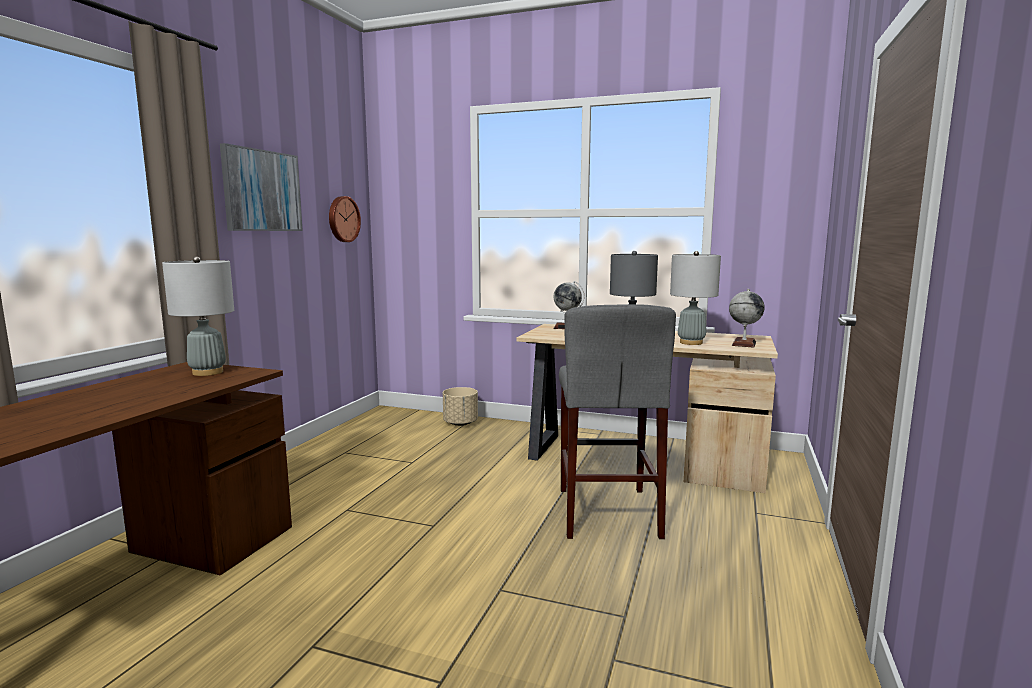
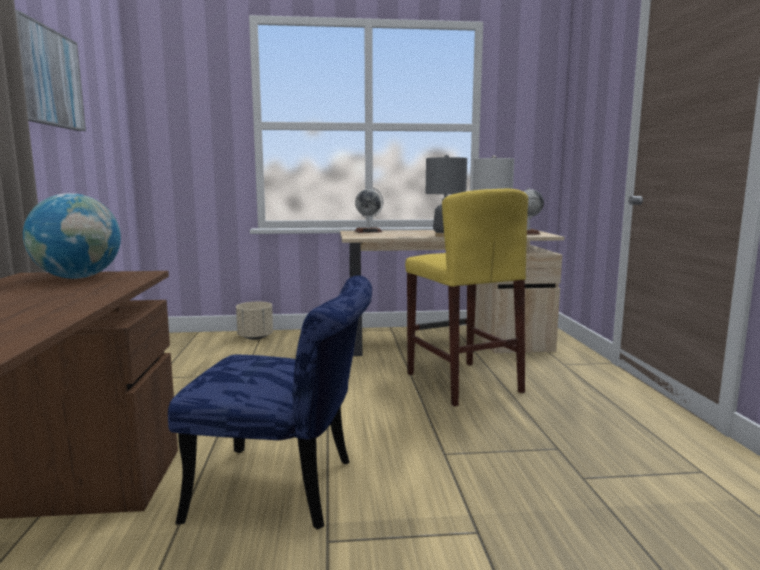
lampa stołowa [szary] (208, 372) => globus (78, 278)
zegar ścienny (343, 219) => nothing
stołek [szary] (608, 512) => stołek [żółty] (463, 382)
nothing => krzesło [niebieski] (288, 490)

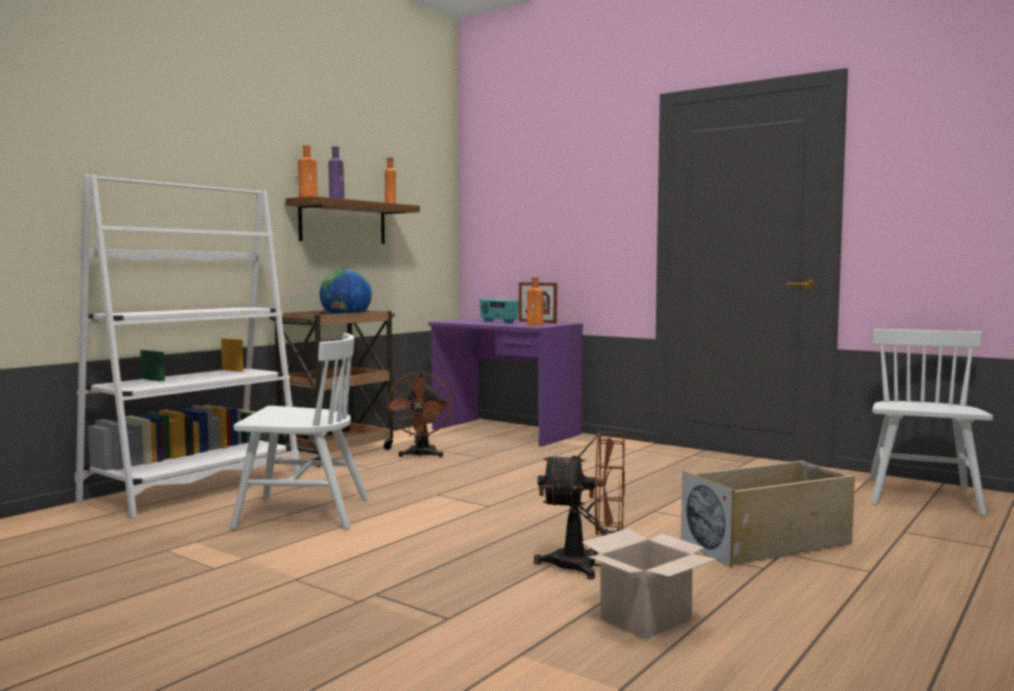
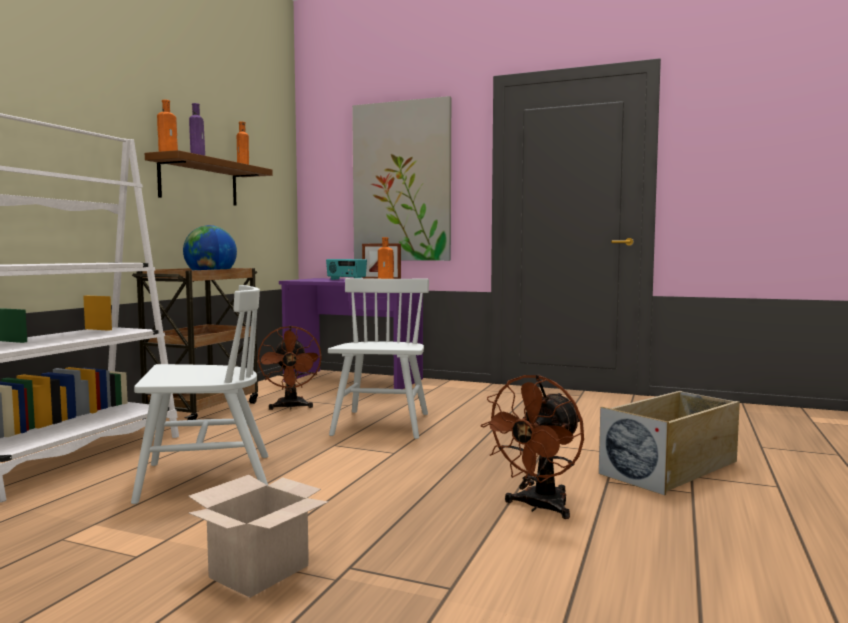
wentylator [brązowy] (587, 565) => wentylator [brązowy] (538, 507), 135 degrees clockwise
karton (645, 620) => karton (258, 573), moved
krzesło [biały] (922, 496) => krzesło [biały] (382, 424), moved
nothing => obraz (401, 182)

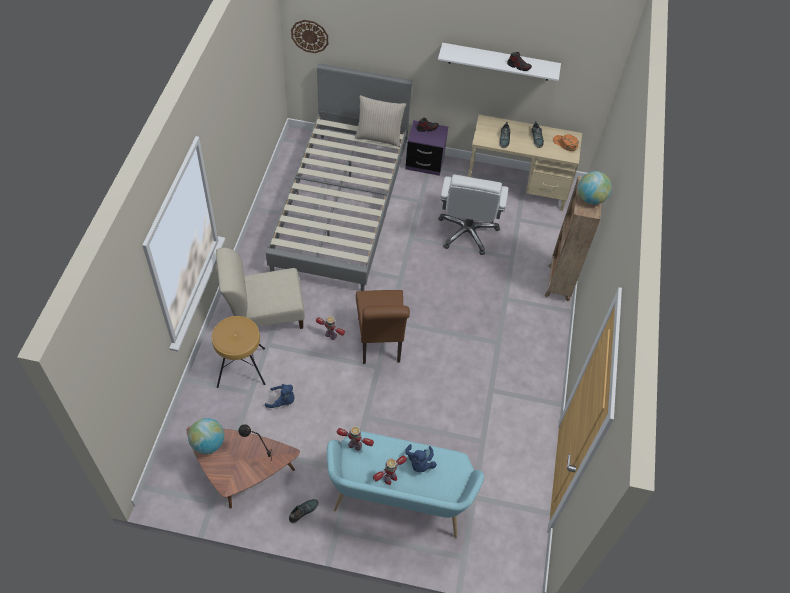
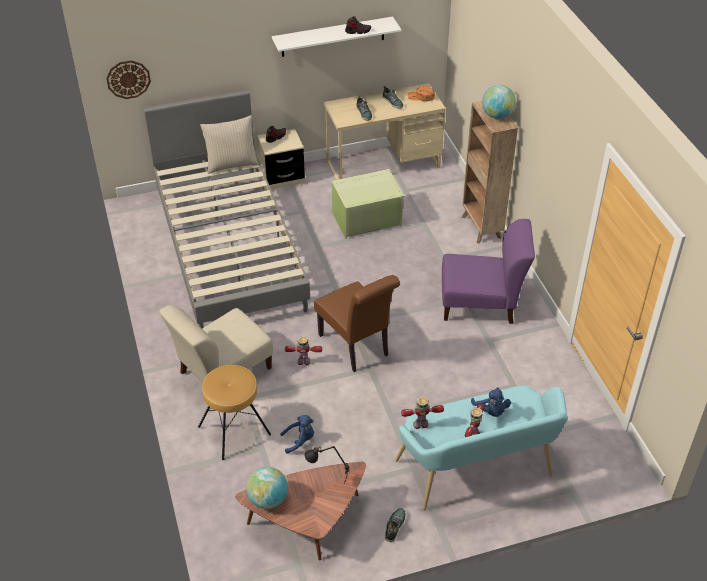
szafka nocna [fioletowy] (424, 163) => szafka nocna [beżowy] (282, 177)
krzesło biurowe [biały] (467, 232) => pojemnik do przechowywania [zielony] (367, 219)
nothing => krzesło [fioletowy] (481, 304)

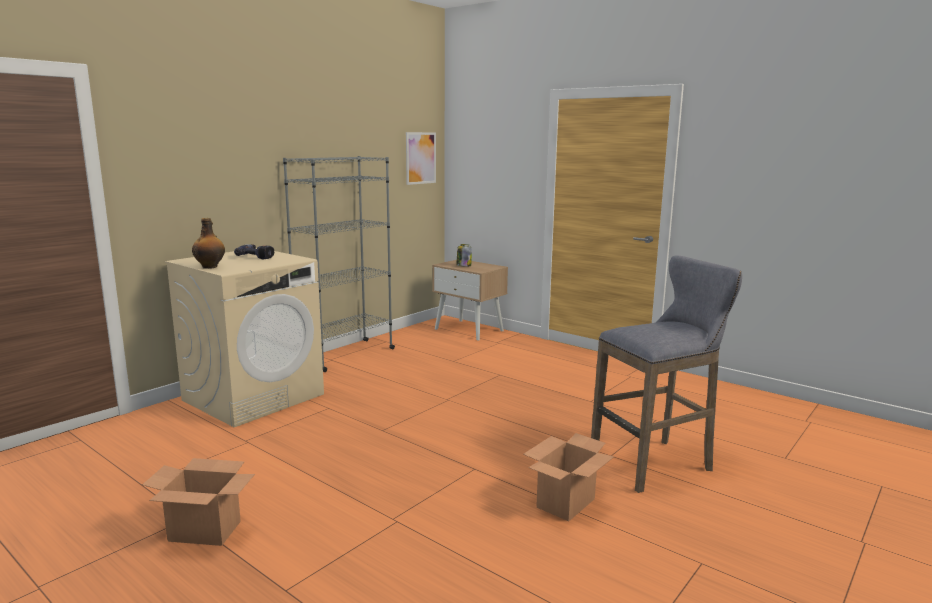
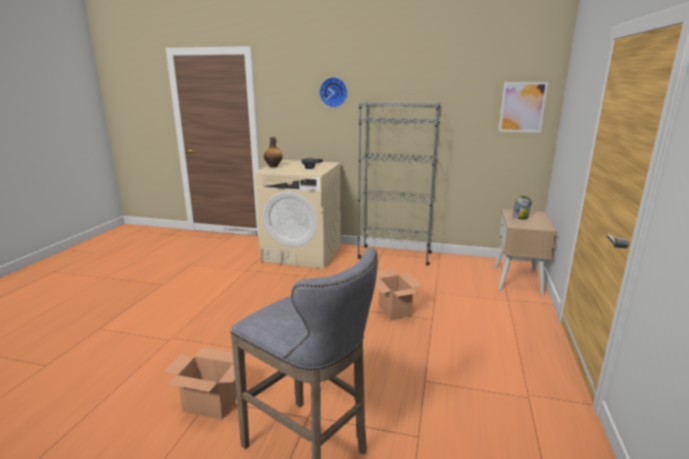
karton (205, 531) => karton (395, 310), moved
nothing => zegar ścienny (334, 92)

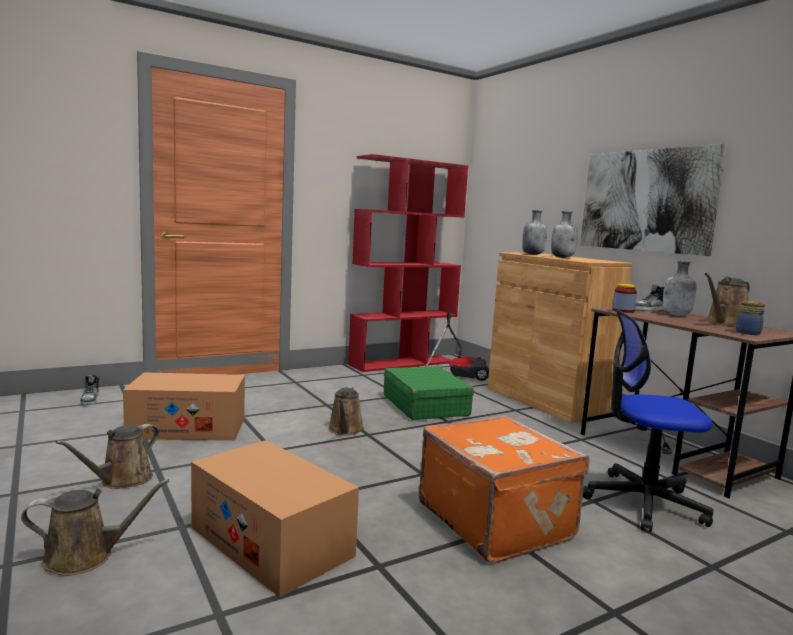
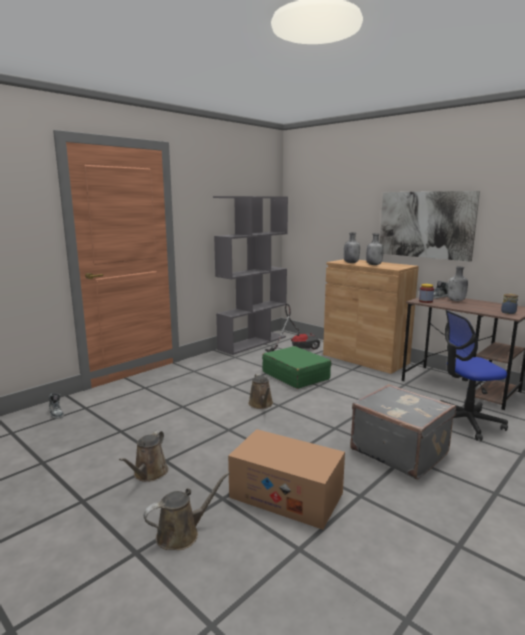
karton (187, 428) => nothing
regał [czerwony] (402, 363) => regał [szary] (253, 343)
walizka [pomarańczowy] (496, 520) => walizka [szary] (399, 451)
konewka [brązowy] (725, 323) => nothing

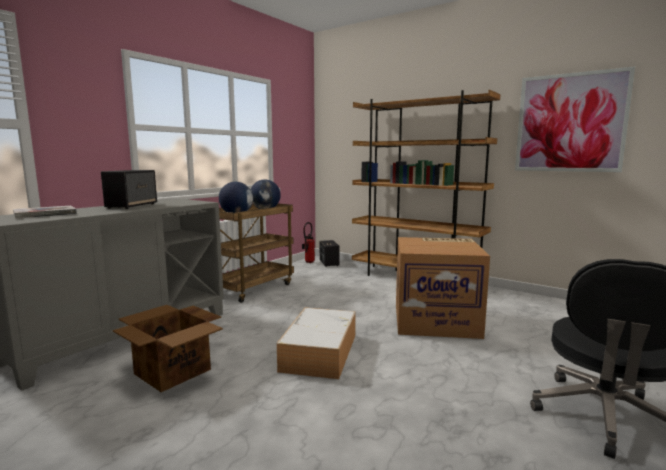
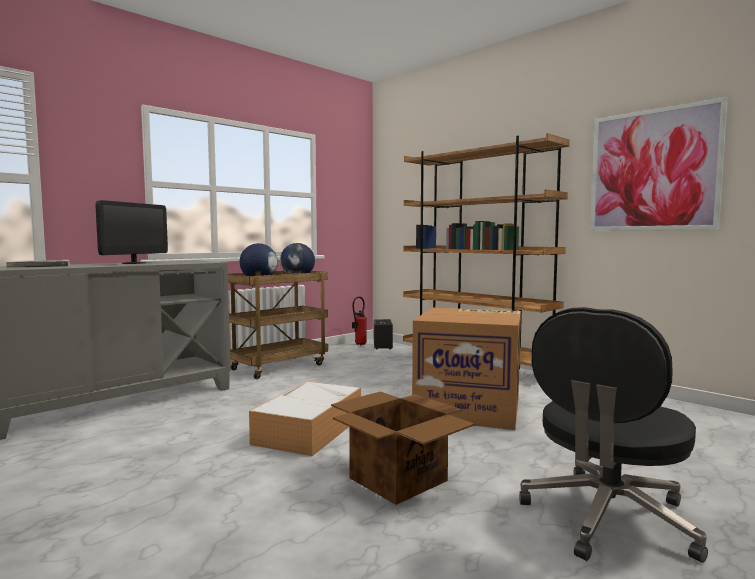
głośnik (132, 206) => monitor (134, 263)
karton (173, 372) => karton (398, 480), moved

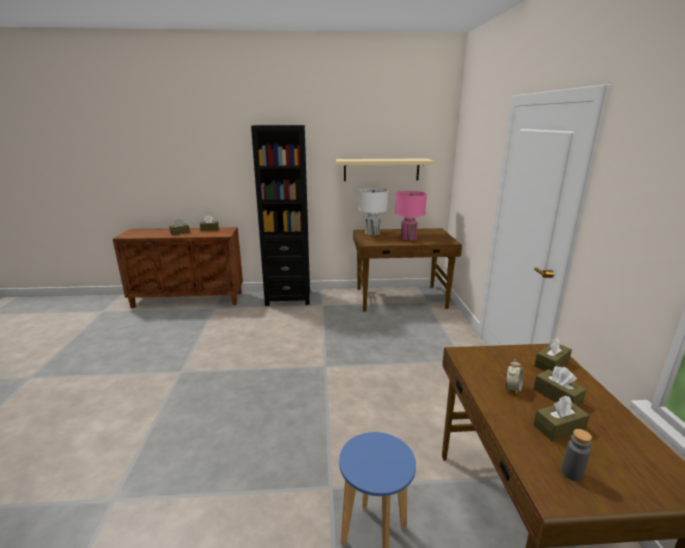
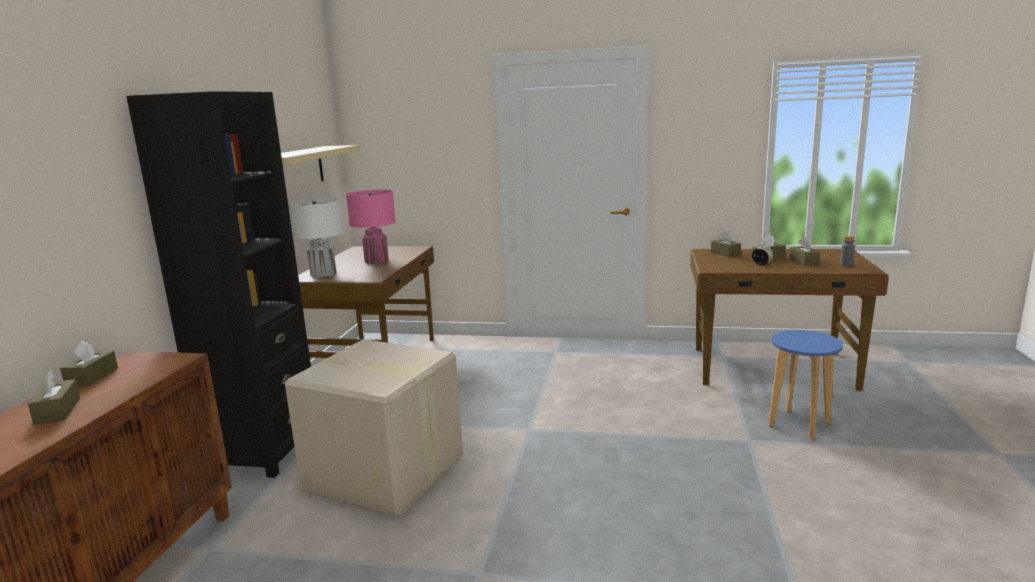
nothing => karton (385, 475)

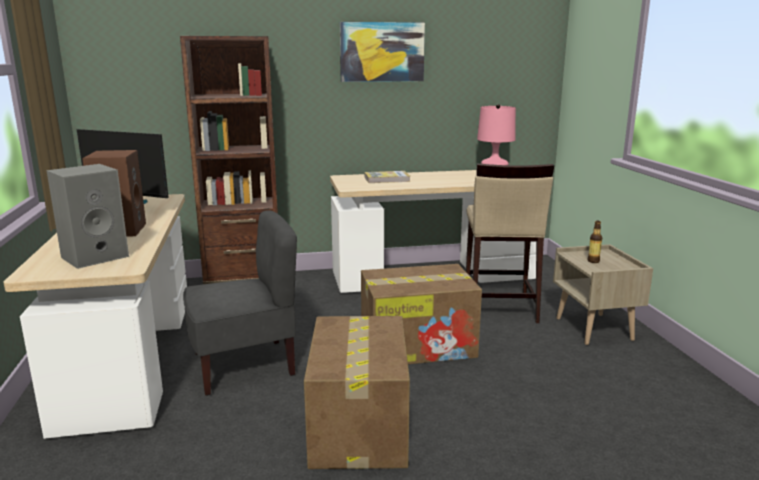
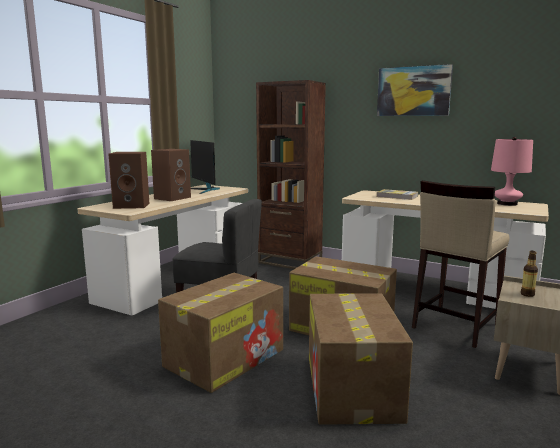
głośnik [szary] (96, 256) => głośnik [brązowy] (132, 205)
nothing => karton (352, 389)

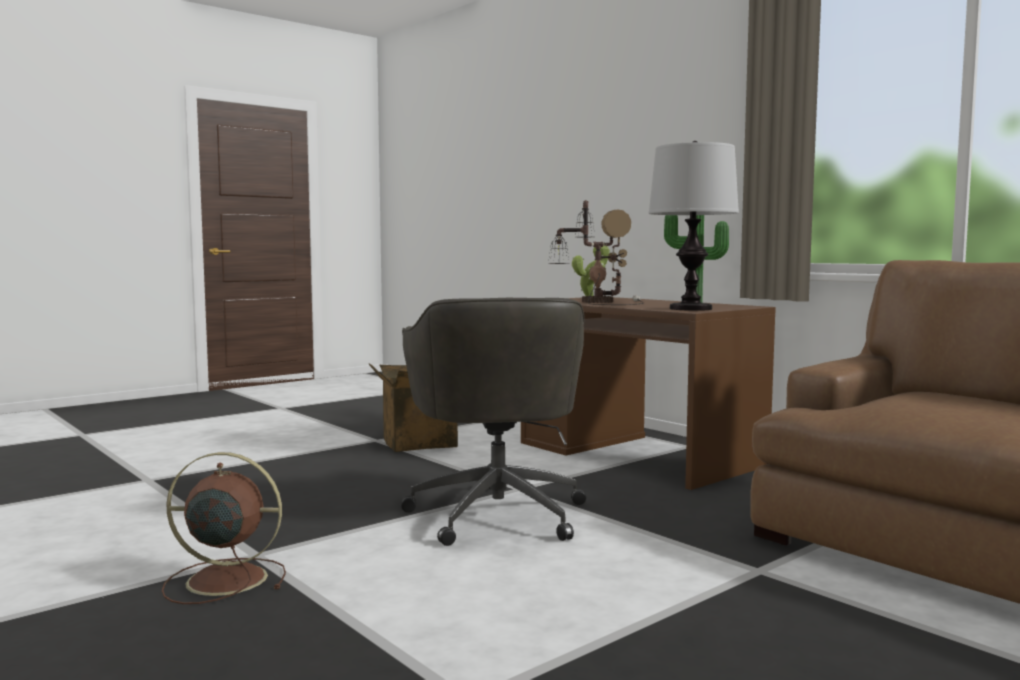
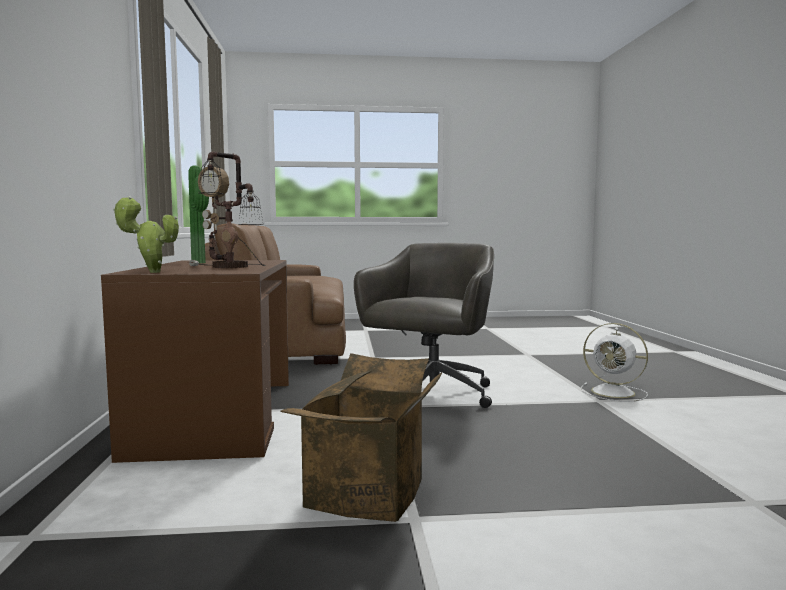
wentylator [brązowy] (223, 580) => wentylator [biały] (615, 392)
lampa stołowa (691, 309) => nothing

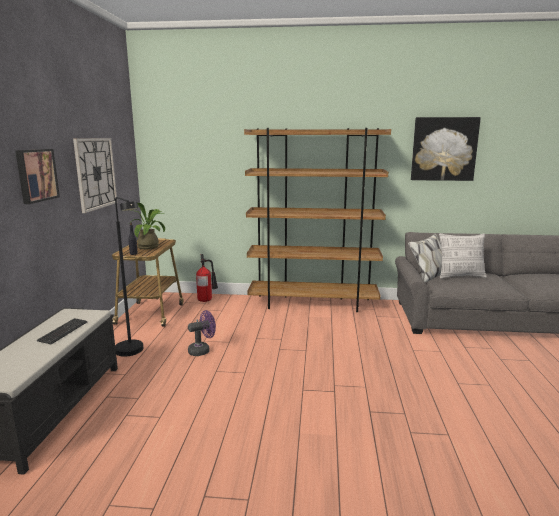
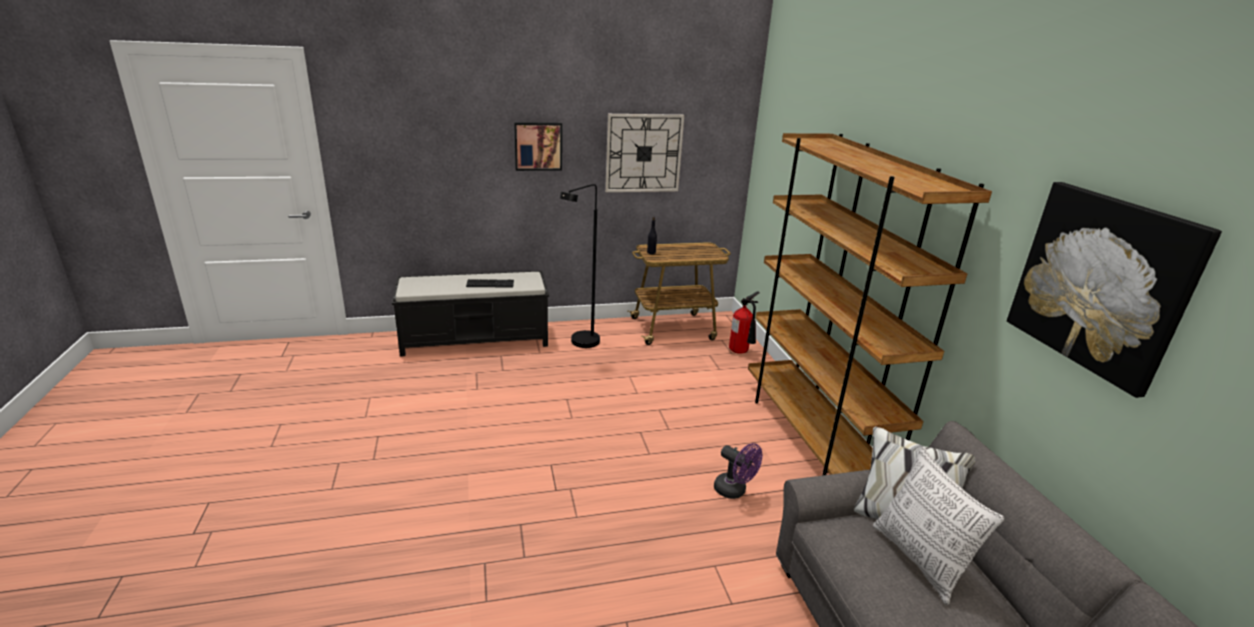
roślina doniczkowa (150, 246) => nothing
wentylator [fioletowy] (202, 350) => wentylator [fioletowy] (734, 491), moved

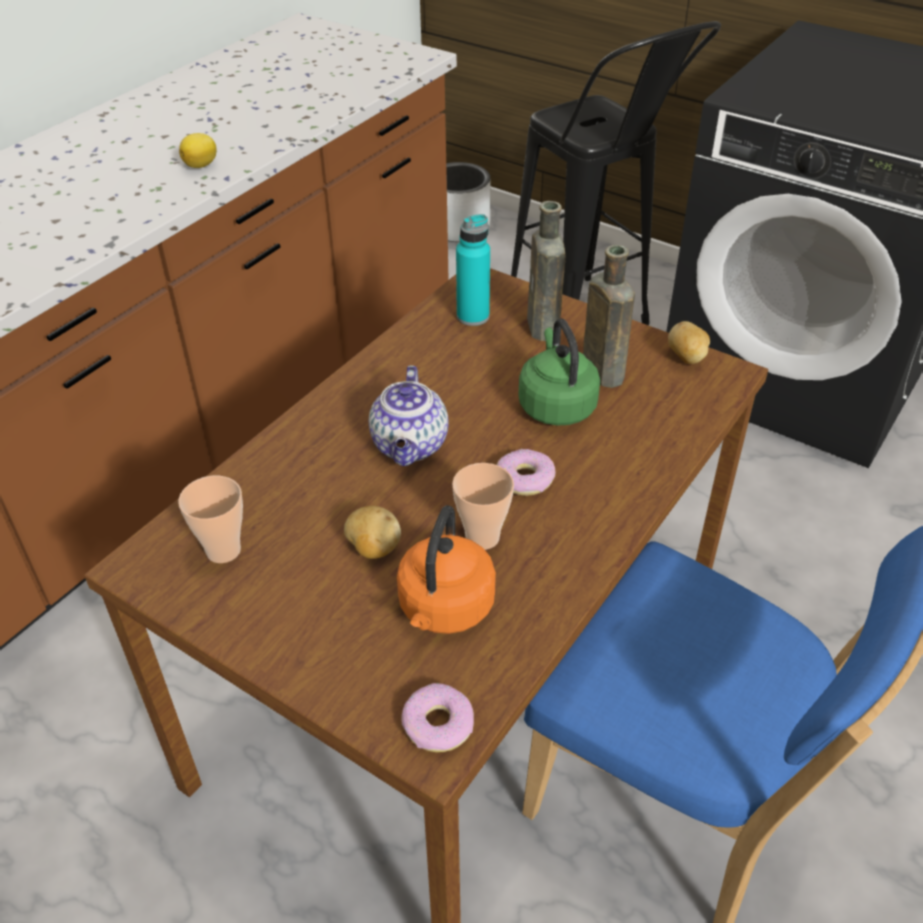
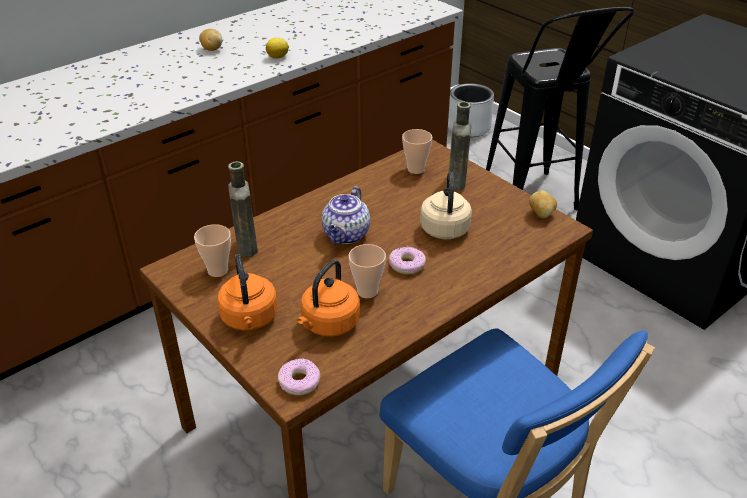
ziemniak (373, 548) => ziemniak (211, 49), moved
butelka [turkusowy] (473, 316) => filiżanka (416, 169)
czajnik [zielony] (556, 405) => czajnik [beżowy] (444, 227)
butelka [brązowy] (600, 370) => butelka [brązowy] (246, 245), moved
nothing => czajnik [pomarańczowy] (249, 319)

